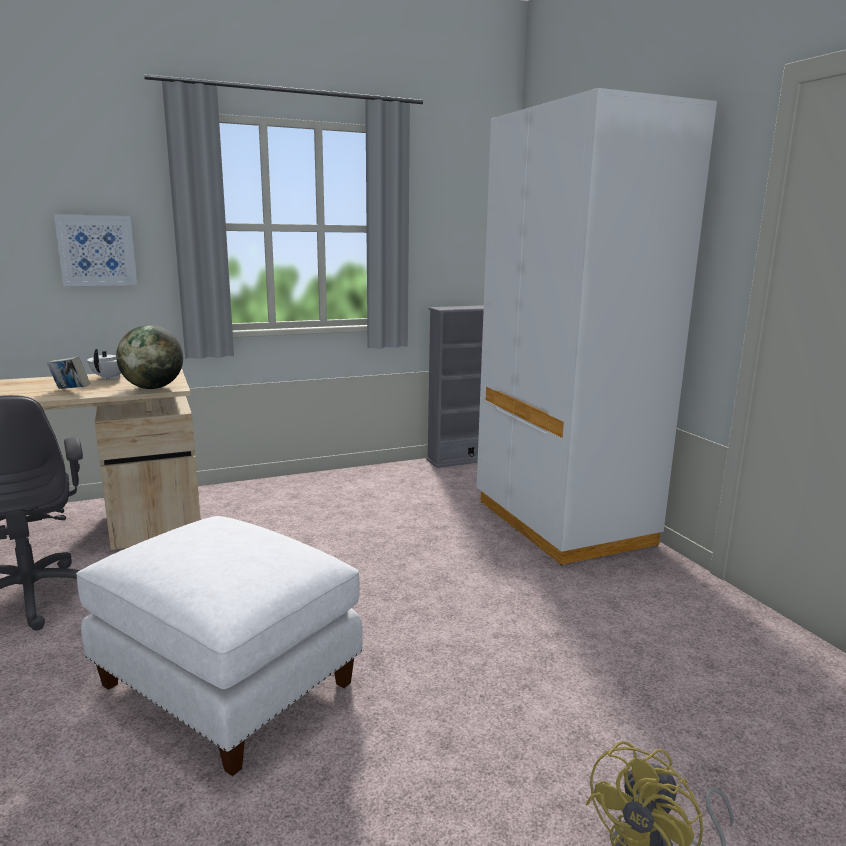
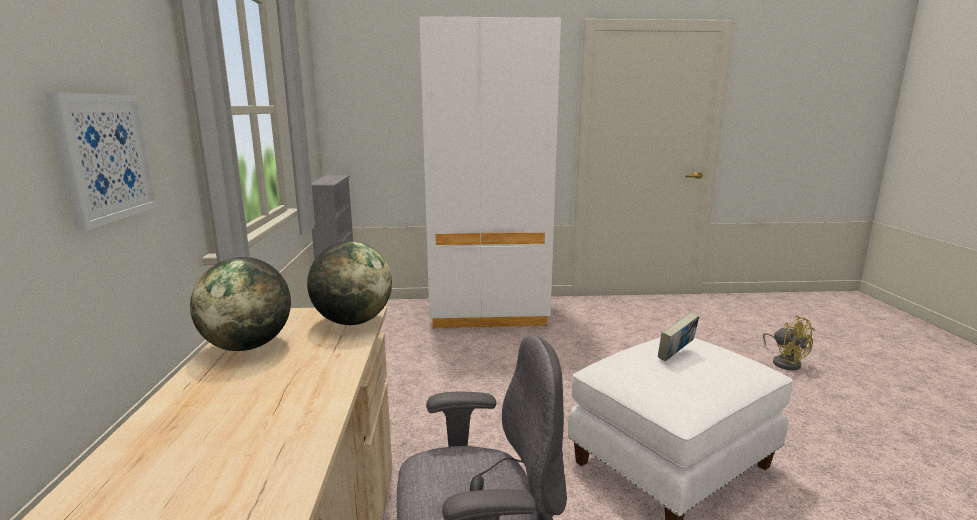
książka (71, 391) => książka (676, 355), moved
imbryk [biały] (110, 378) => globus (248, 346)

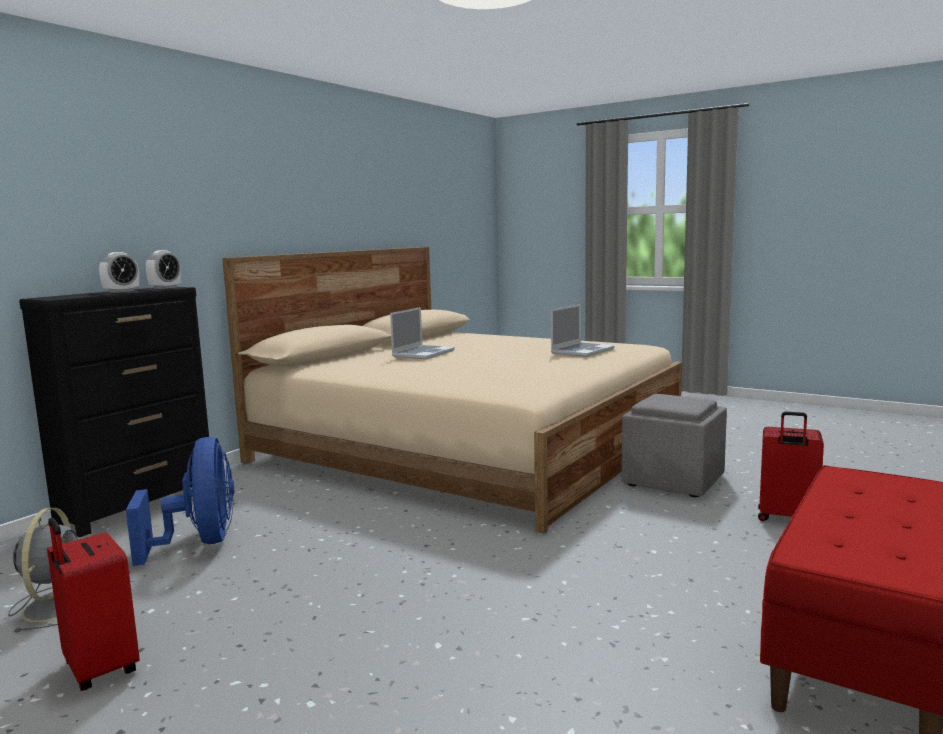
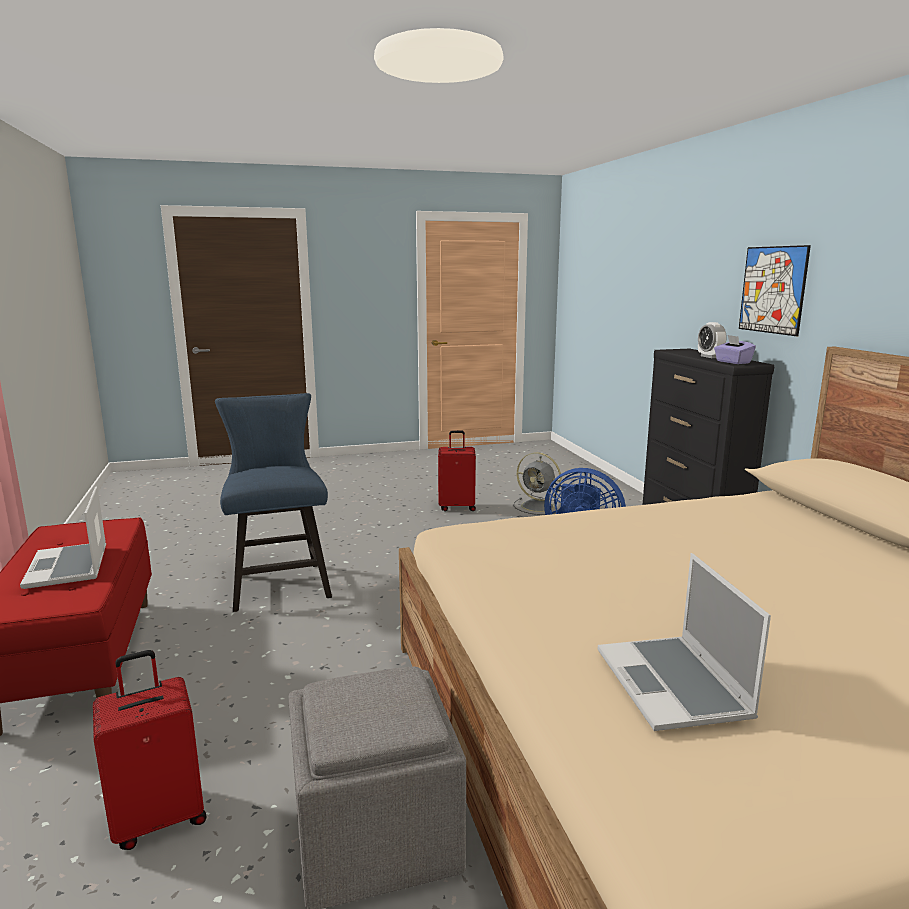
budzik (165, 288) => pudełko chusteczek [fioletowy] (732, 362)
laptop (423, 353) => laptop (69, 567), moved
nothing => krzesło [niebieski] (279, 582)
nothing => obraz (772, 290)

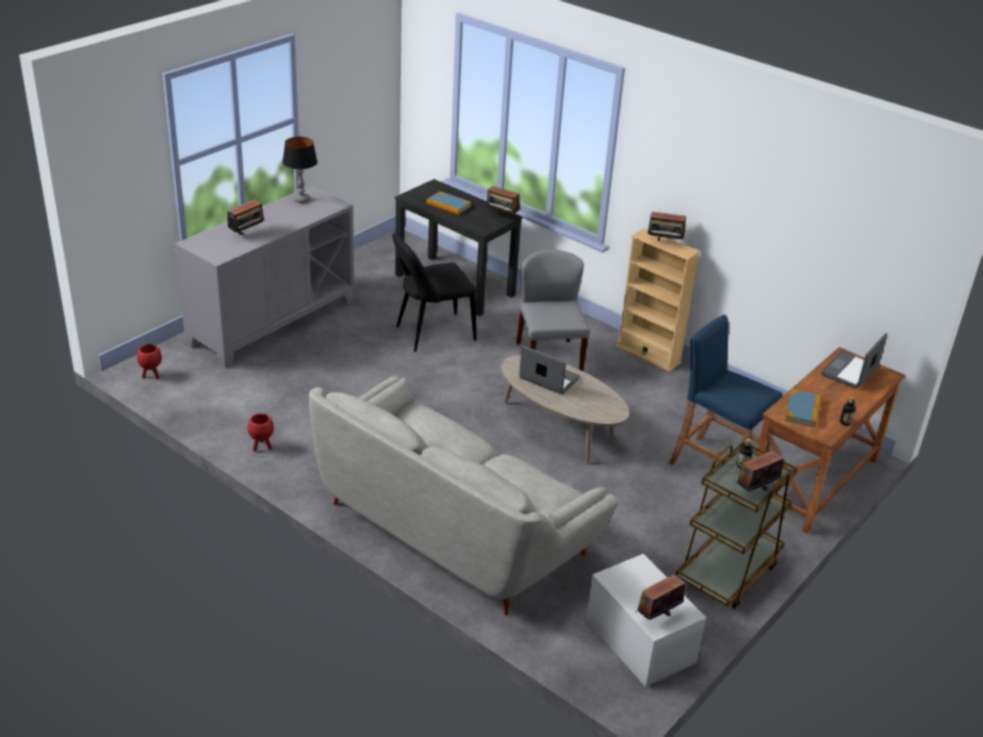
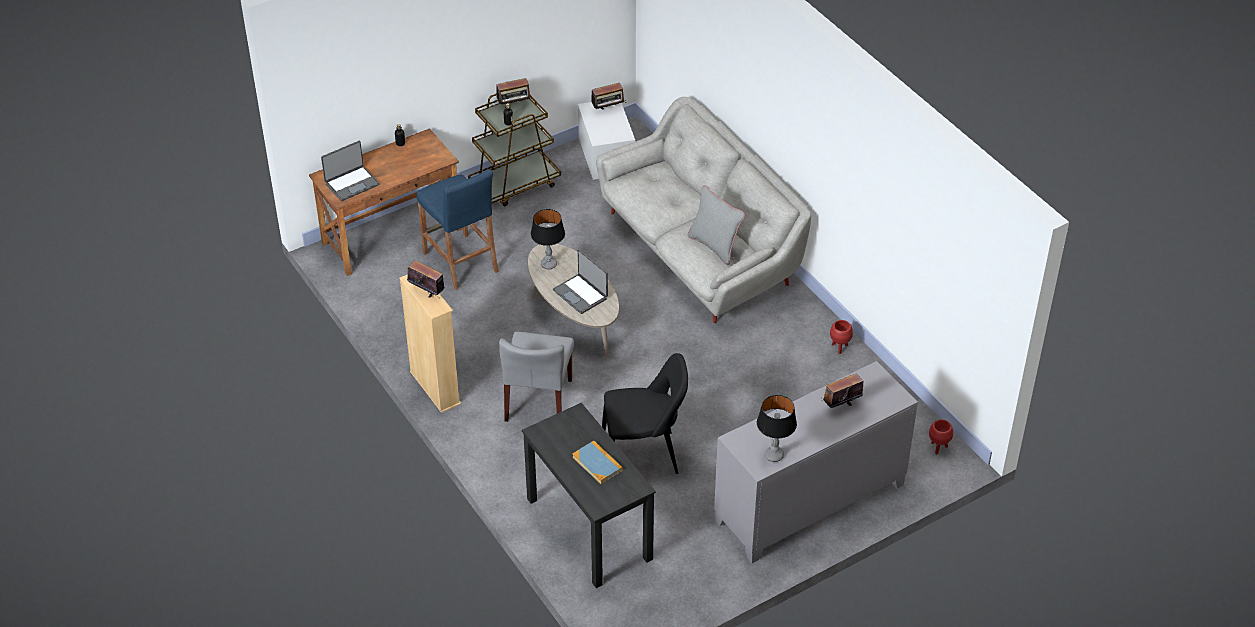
radio (502, 217) => nothing
książka (802, 410) => nothing
nothing => lampa stołowa (549, 264)
nothing => poduszka [szary] (714, 246)

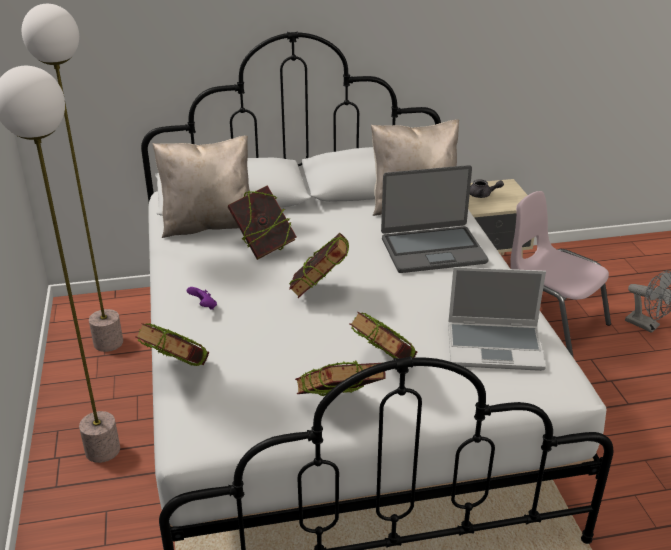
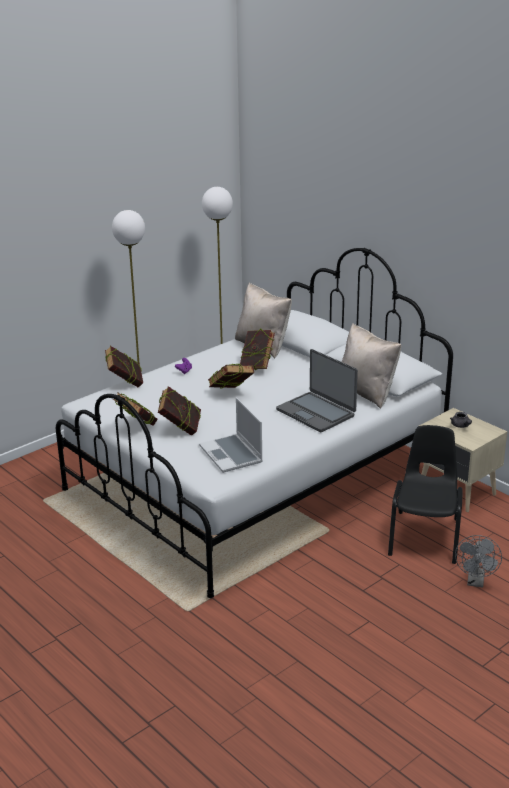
krzesło [różowy] (549, 322) => krzesło [czarny] (425, 537)

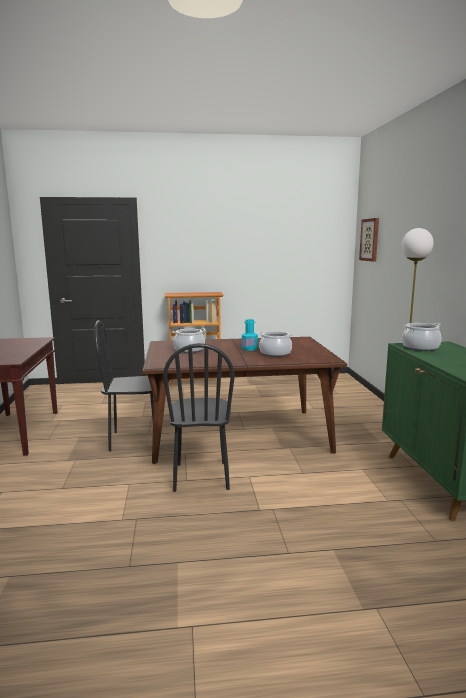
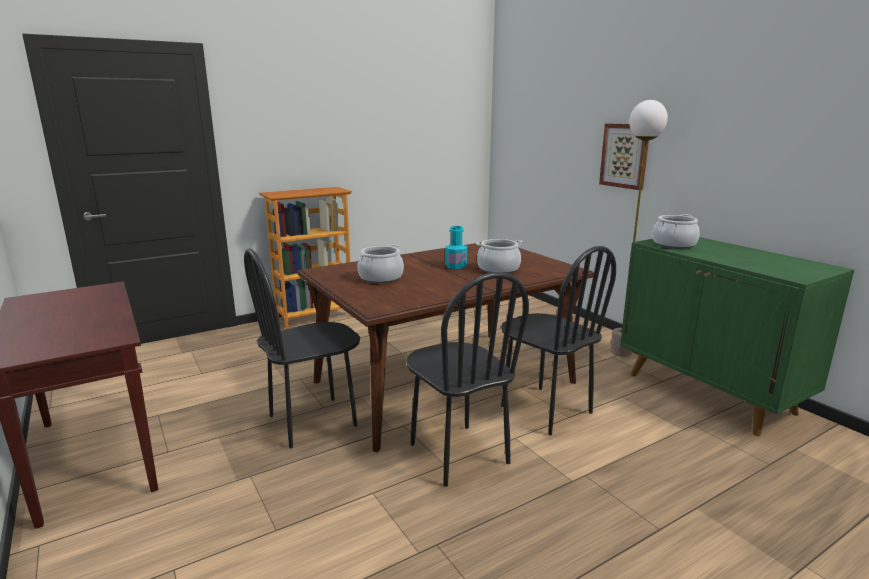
obraz (370, 240) => obraz (625, 156), moved
nothing => krzesło [czarny] (545, 409)

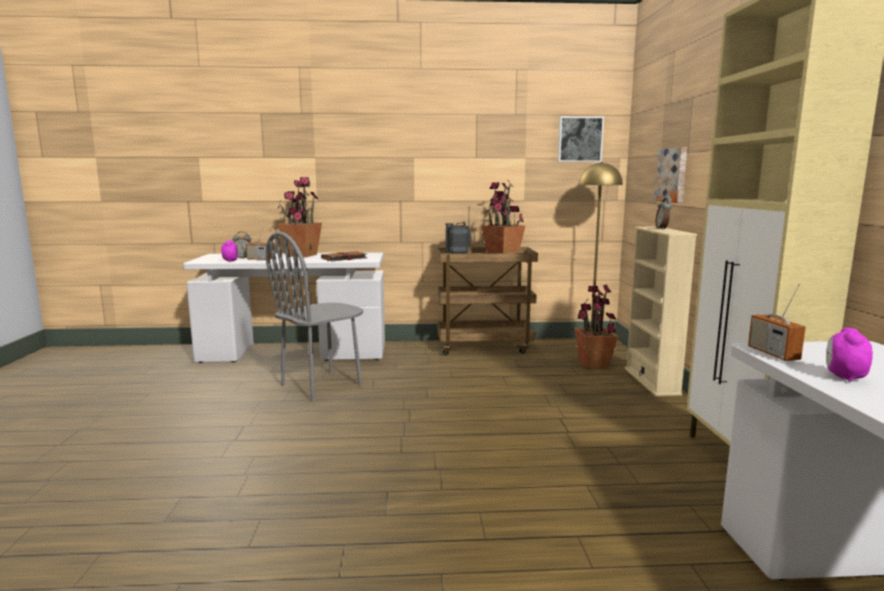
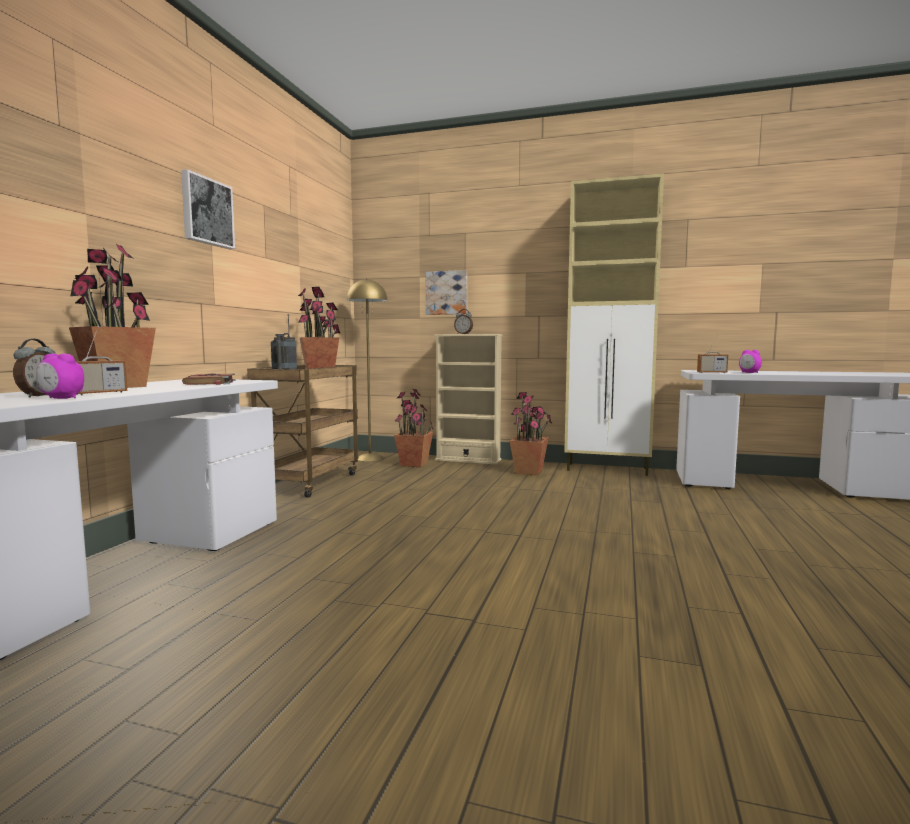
krzesło [szary] (322, 385) => nothing
obraz (579, 139) => obraz (206, 212), moved
nothing => roślina doniczkowa (529, 472)

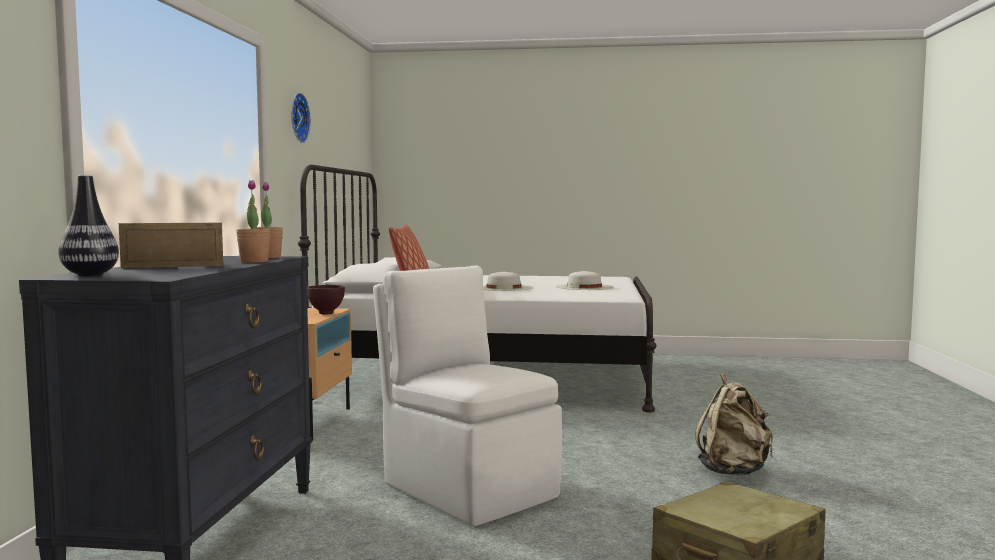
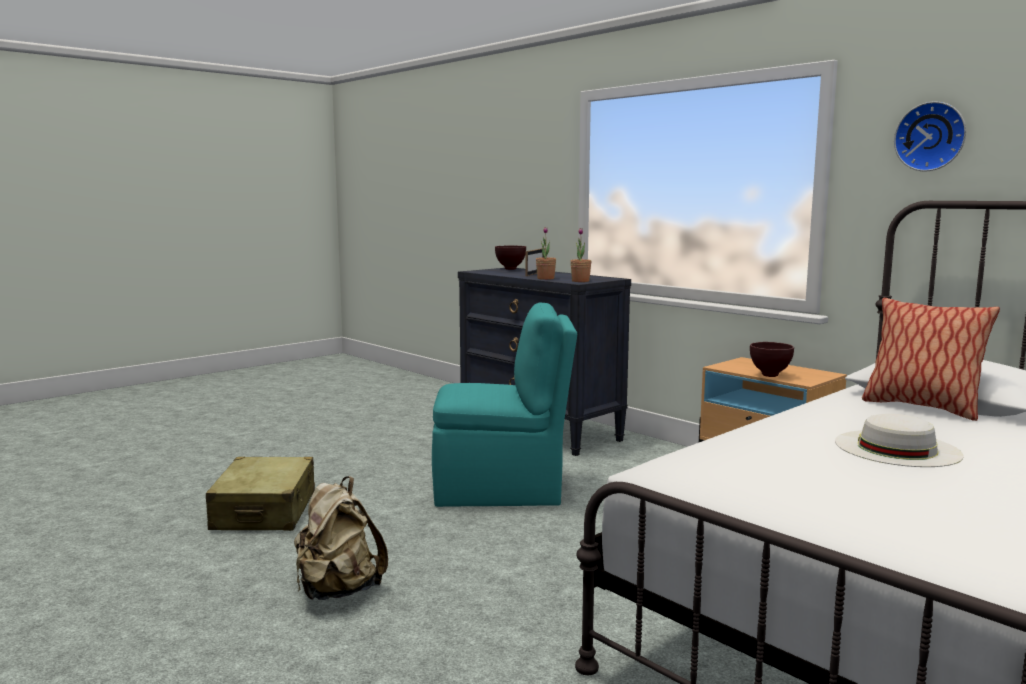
wazon (90, 275) => miska [brązowy] (509, 269)
krzesło [biały] (467, 488) => krzesło [turkusowy] (502, 489)
kapelusz [biały] (584, 287) => nothing

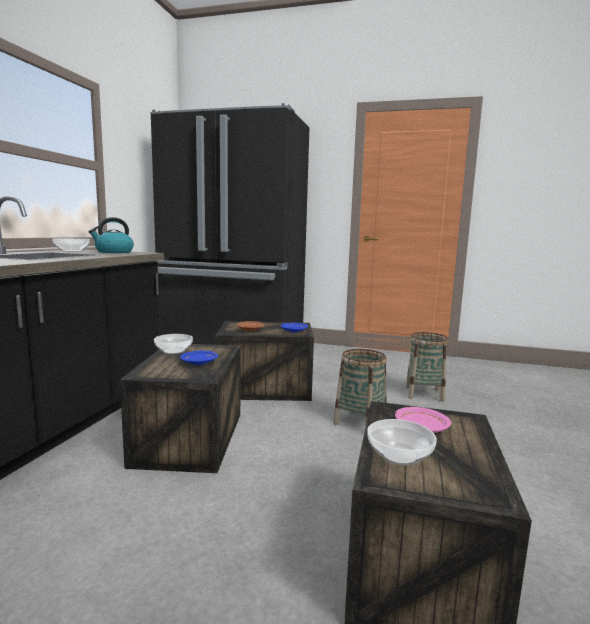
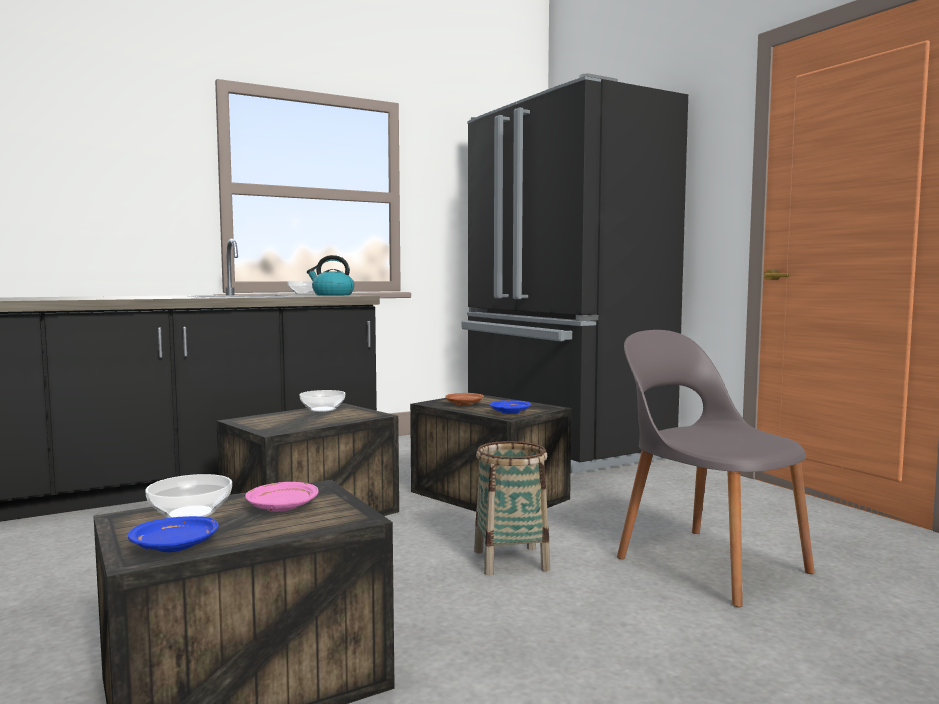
talerz [niebieski] (200, 363) => talerz [niebieski] (176, 546), moved
koszyk (424, 393) => krzesło [szary] (708, 563)

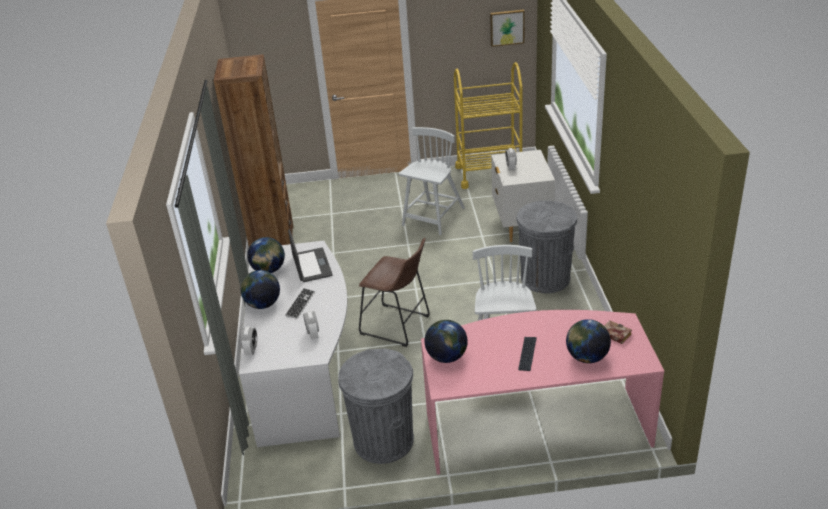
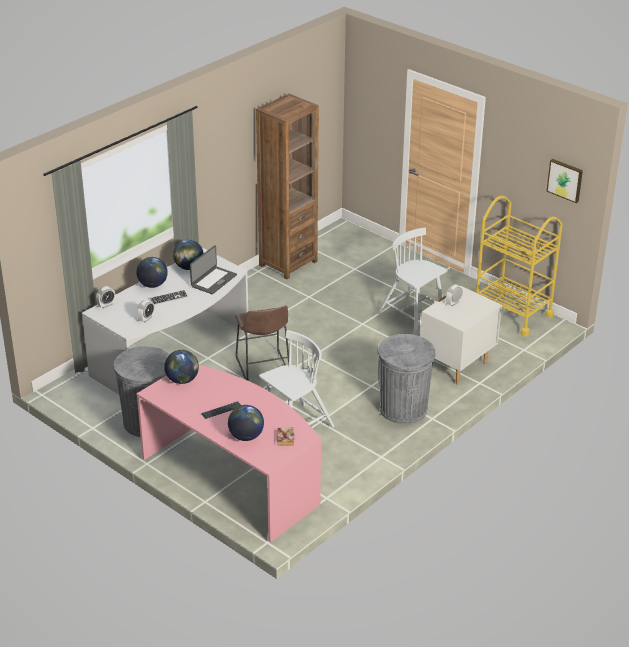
krzesło [biały] (433, 217) => krzesło [biały] (412, 317), 120 degrees counterclockwise

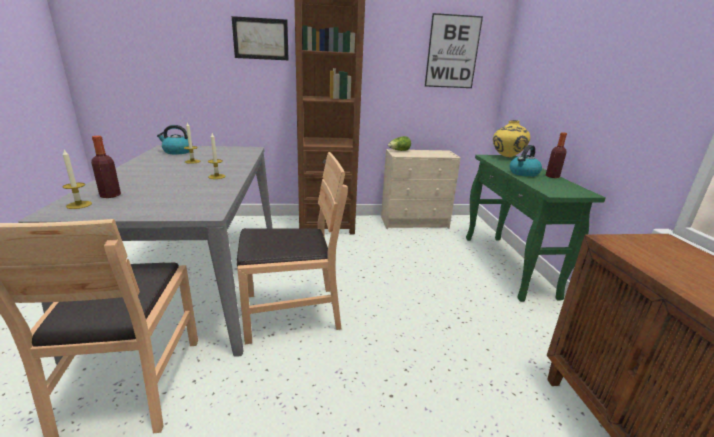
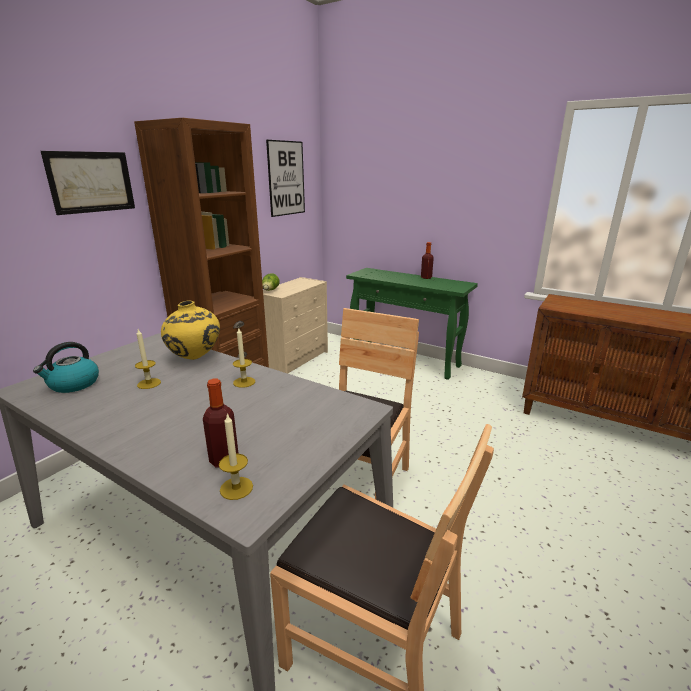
wazon [żółty] (507, 157) => wazon [żółty] (195, 358), moved
czajnik (523, 173) => nothing

